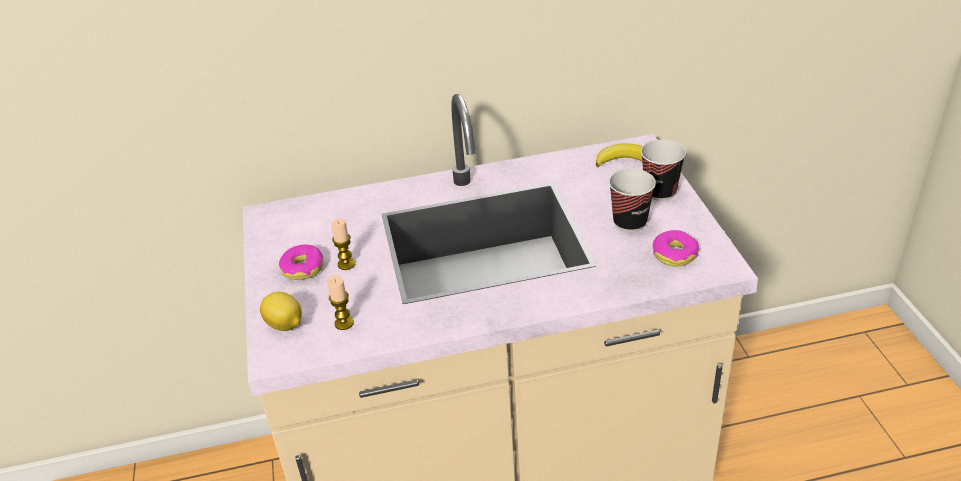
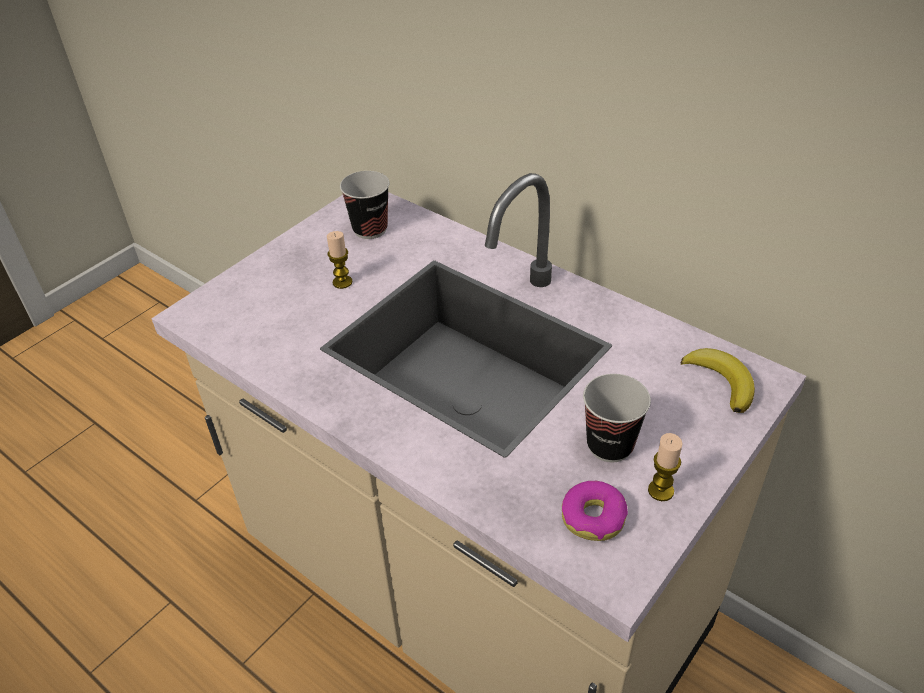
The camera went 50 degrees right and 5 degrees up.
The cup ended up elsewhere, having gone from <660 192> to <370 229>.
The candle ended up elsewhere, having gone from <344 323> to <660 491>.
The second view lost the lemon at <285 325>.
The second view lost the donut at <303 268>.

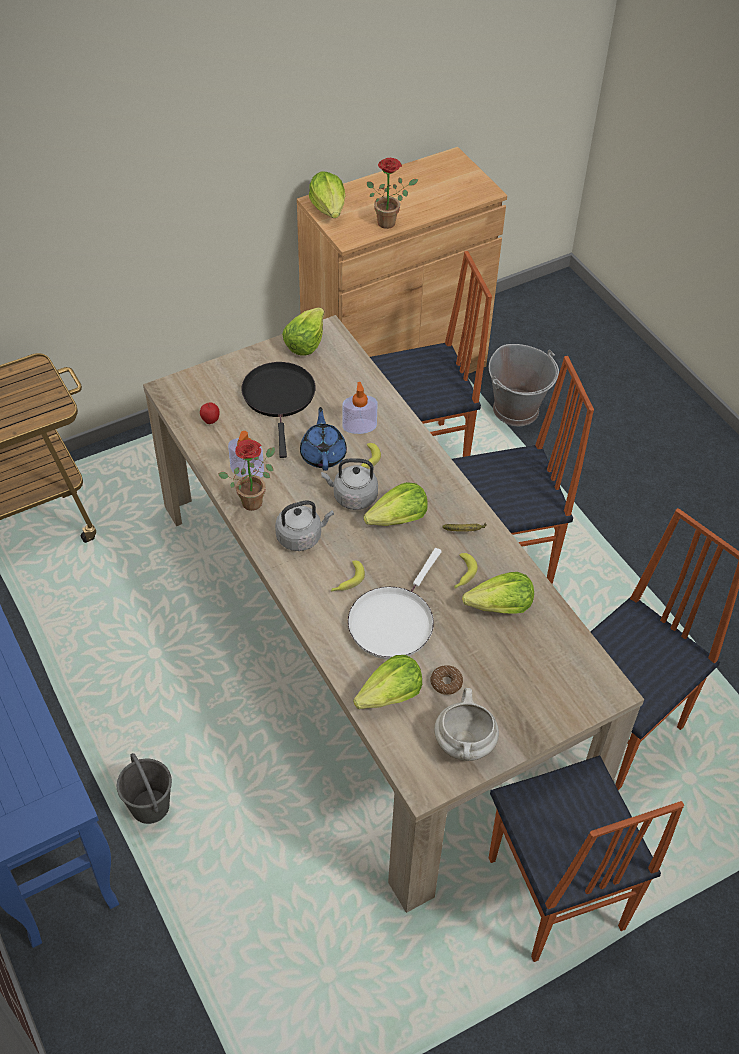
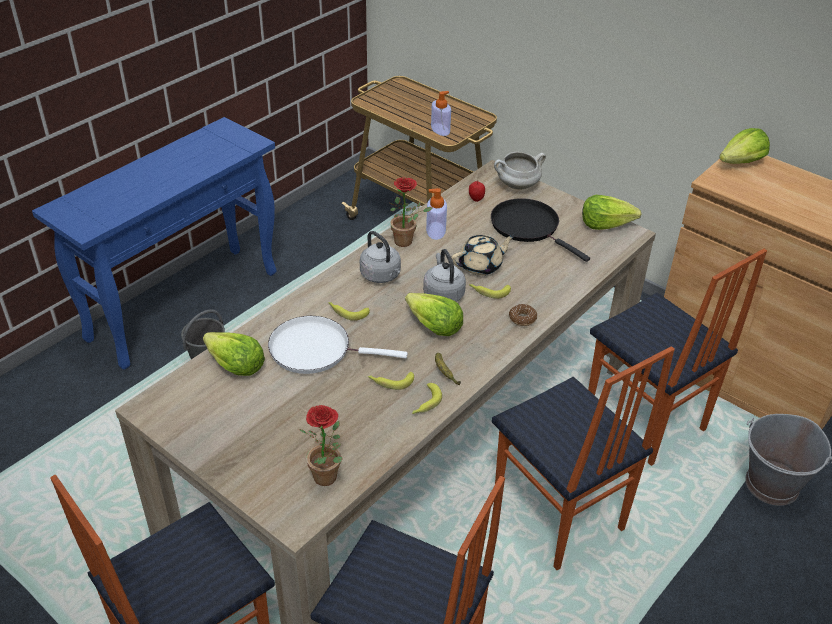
The camera went 70 degrees right and 10 degrees down.
The potted plant ended up elsewhere, having gone from <390 222> to <329 479>.
The second view gained the banana at <425 403>.
The soap dispenser ended up elsewhere, having gone from <359 426> to <440 129>.
What was the teapot in blue at <323 454> turned into the teapot in beige at <481 266>.
The frying pan in black at <279 398> ended up facing another way, 105 degrees counterclockwise from before.
The cooking pot in white ended up elsewhere, having gone from <465 744> to <517 186>.
The donut ended up elsewhere, having gone from <446 683> to <522 318>.
The second view lost the lettuce at <500 607>.

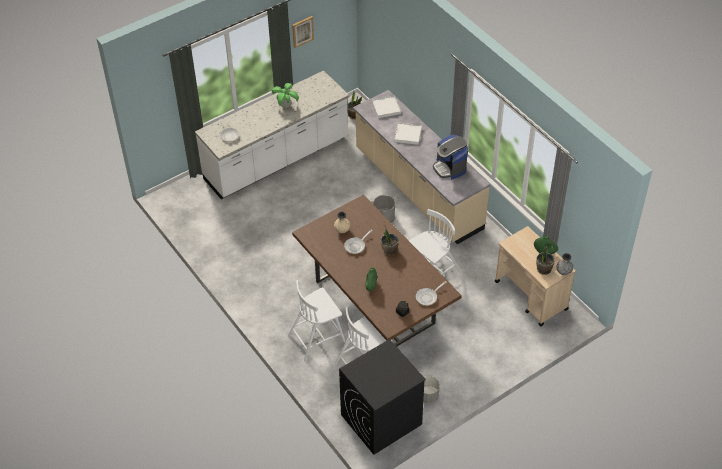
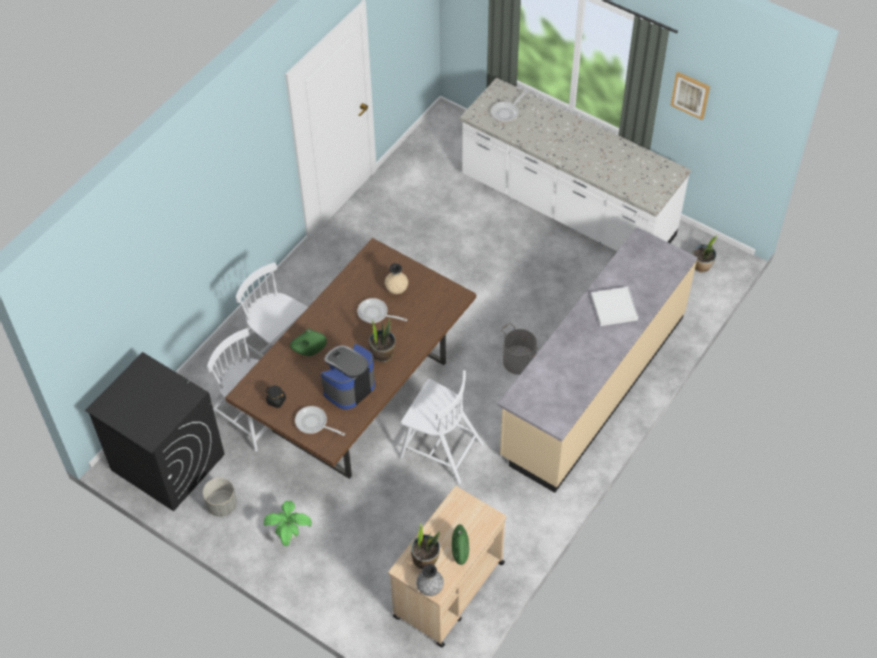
The camera went 70 degrees right and 5 degrees up.
The potted plant ended up elsewhere, having gone from <286 106> to <289 535>.
The coffee machine ended up elsewhere, having gone from <450 168> to <348 387>.
The second view lost the tray in white at <386 108>.

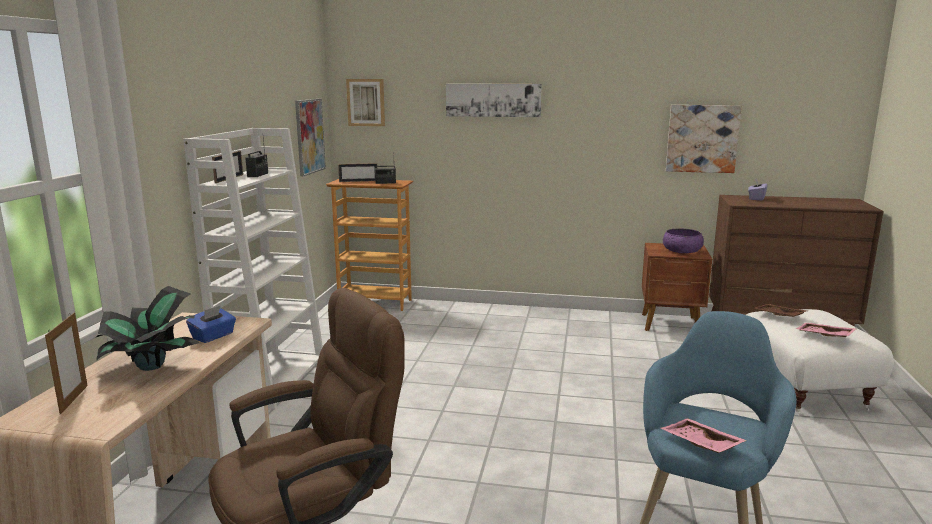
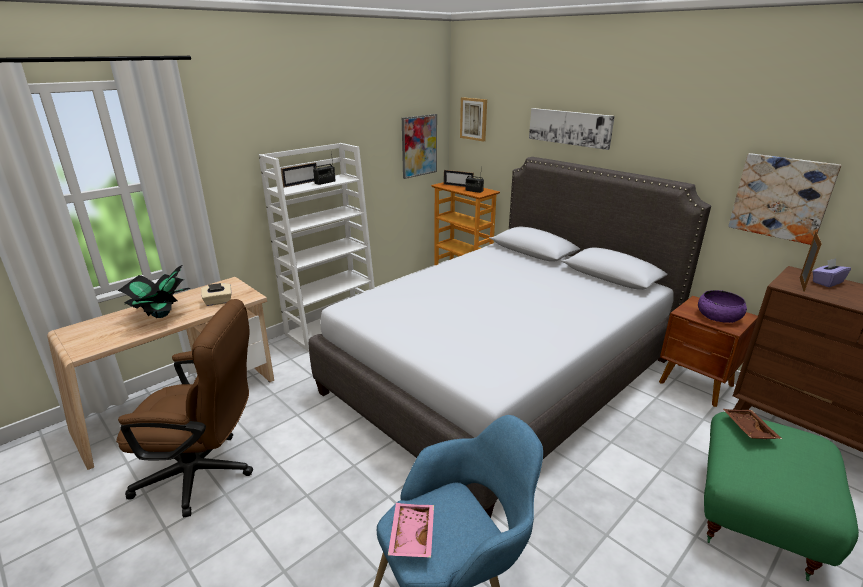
The camera went 35 degrees right and 10 degrees up.
What was the tissue box in blue at <213 336> turned into the tissue box in beige at <218 302>.
The second view gained the bed in grey at <501 375>.
What was the ottoman in white at <805 389> turned into the ottoman in green at <758 518>.
The picture frame ended up elsewhere, having gone from <74 399> to <801 284>.
The second view lost the tray in pink at <824 336>.

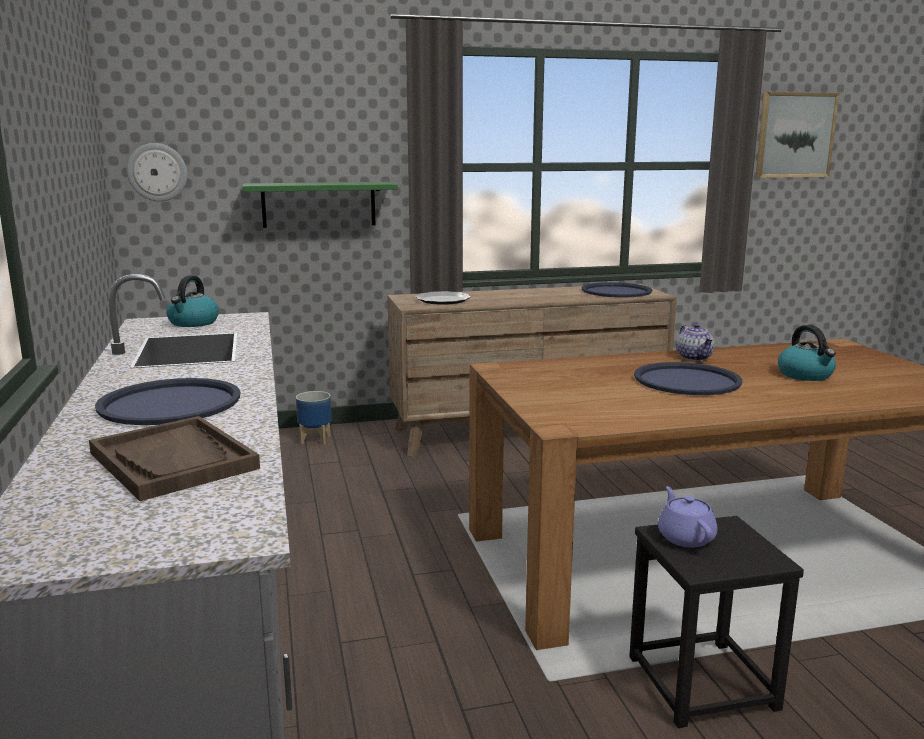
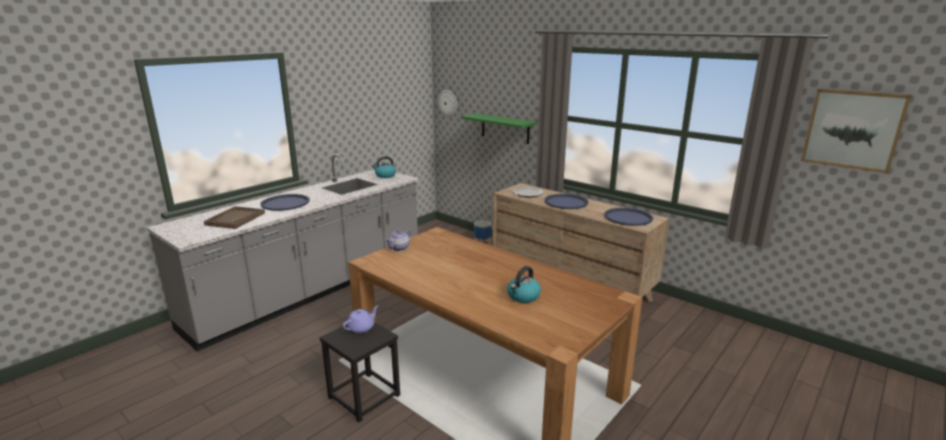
The camera went 55 degrees right and 5 degrees up.
The teapot ended up elsewhere, having gone from <695 358> to <399 248>.
The tray in blue ended up elsewhere, having gone from <687 381> to <566 202>.

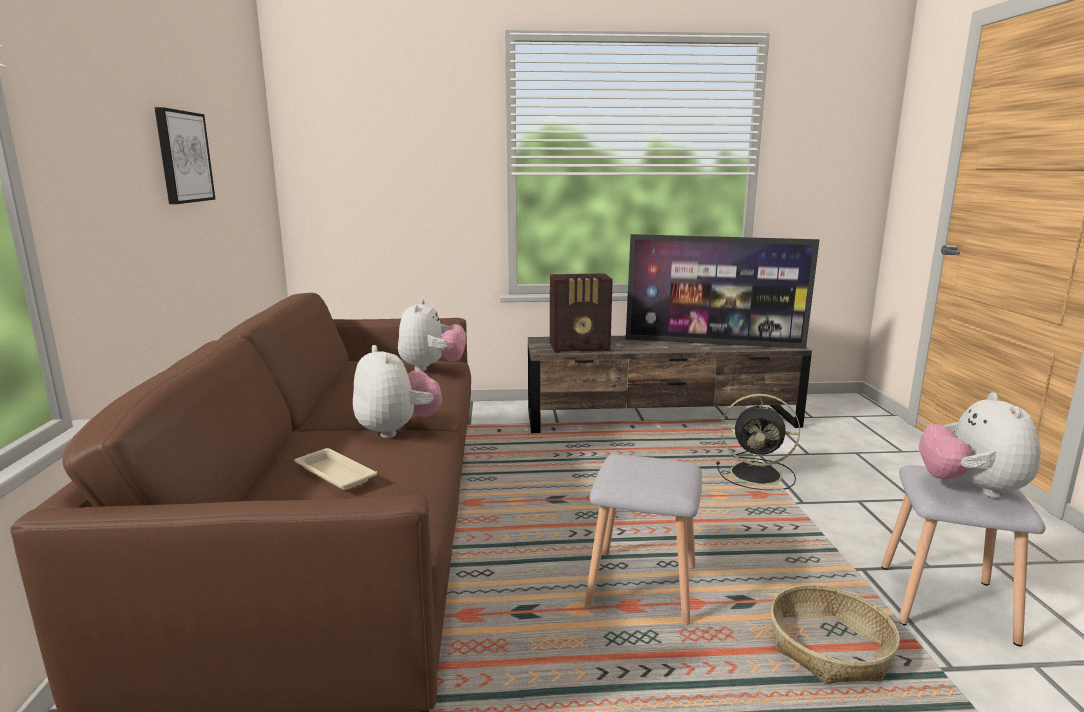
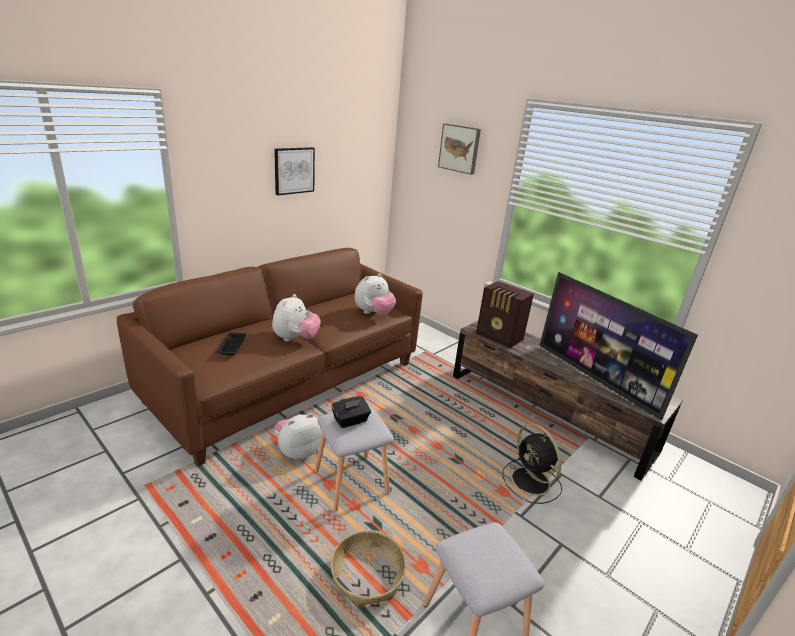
The camera went 45 degrees right and 10 degrees up.
What was the tray in beige at <334 474> turned into the tray in black at <232 346>.
The plush toy ended up elsewhere, having gone from <971 489> to <297 451>.
The second view gained the tissue box in black at <350 420>.
The second view gained the picture at <460 148>.

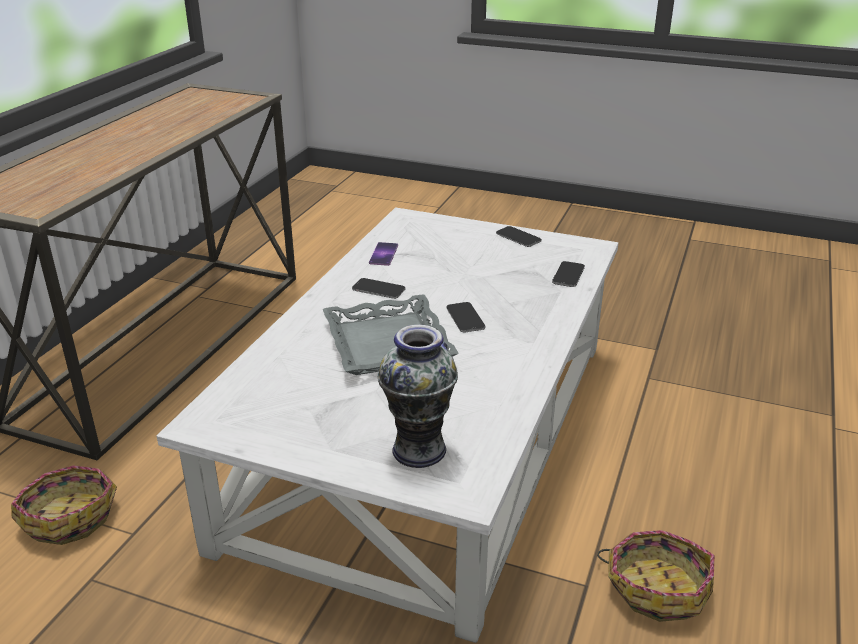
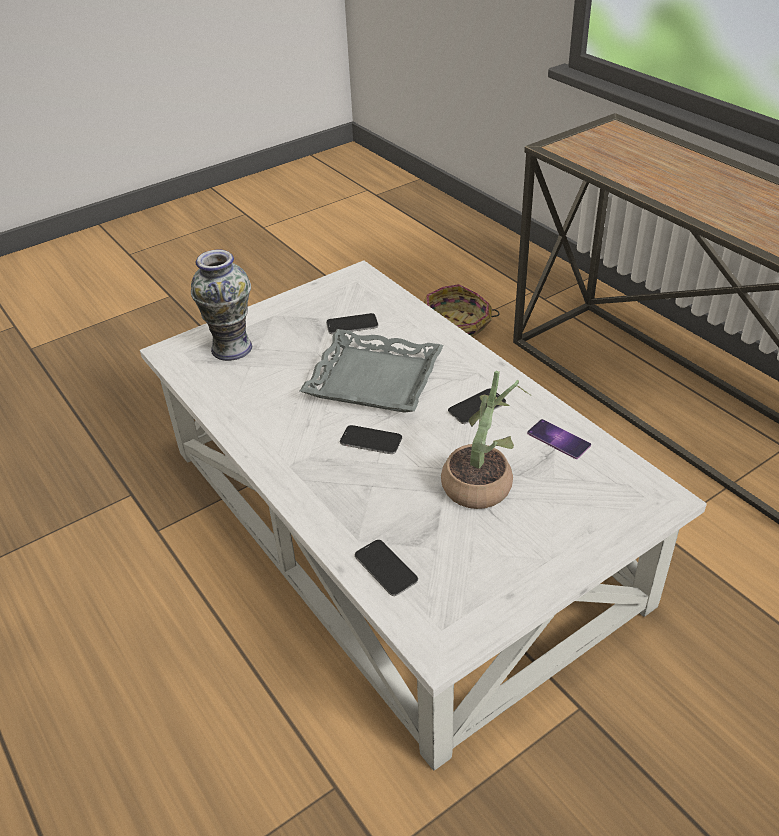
The camera went 125 degrees right and 10 degrees up.
The phone ended up elsewhere, having gone from <518 237> to <352 325>.
The second view gained the potted plant at <482 482>.
The second view lost the basket at <656 587>.

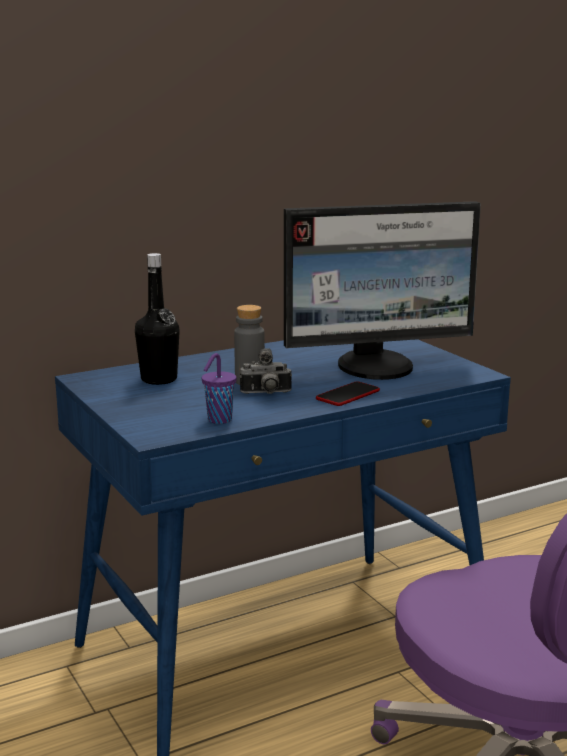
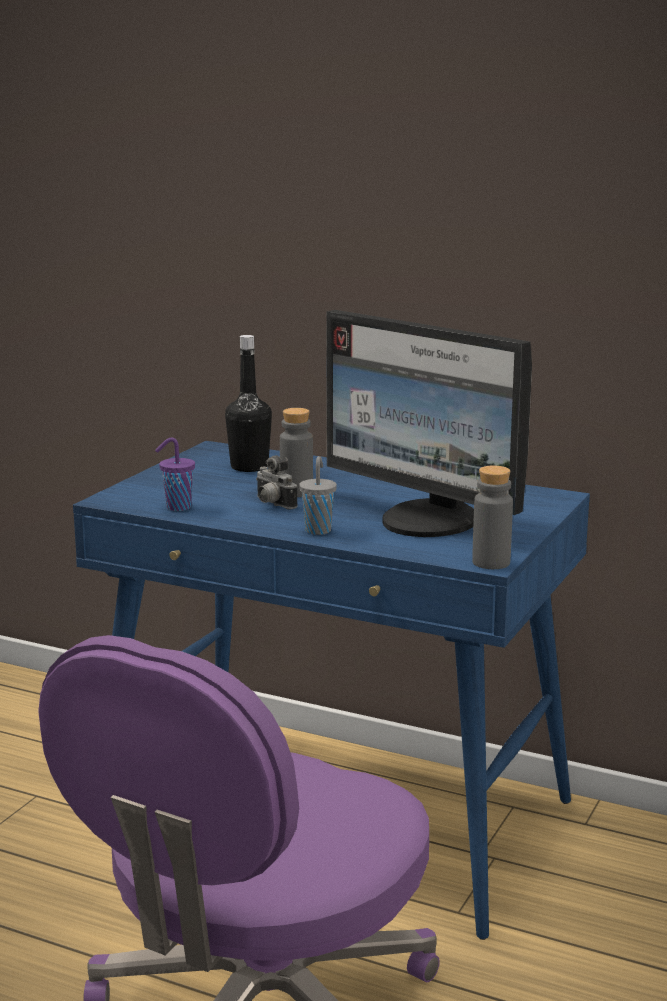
The camera went 55 degrees right and 0 degrees up.
Where the phone stood at <348 395>, the cup in grey came to stand at <318 530>.
The second view gained the bottle in grey at <491 563>.

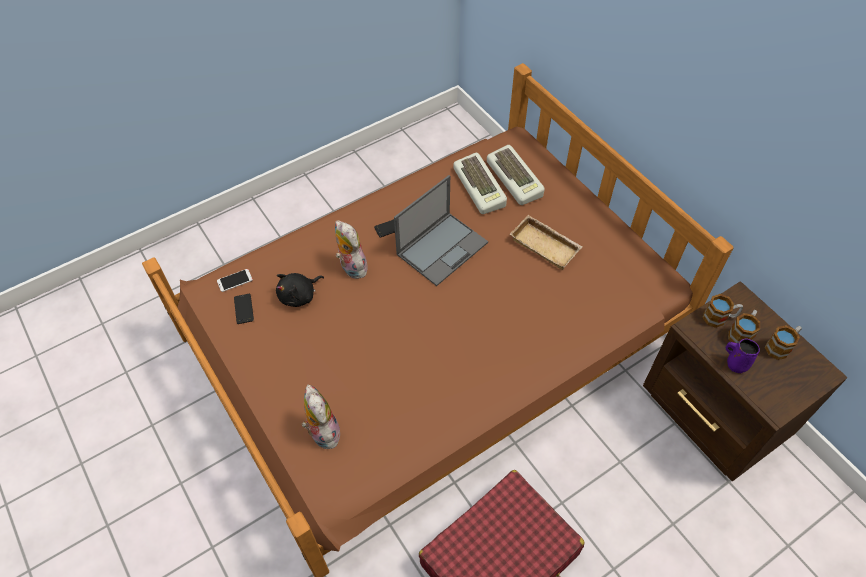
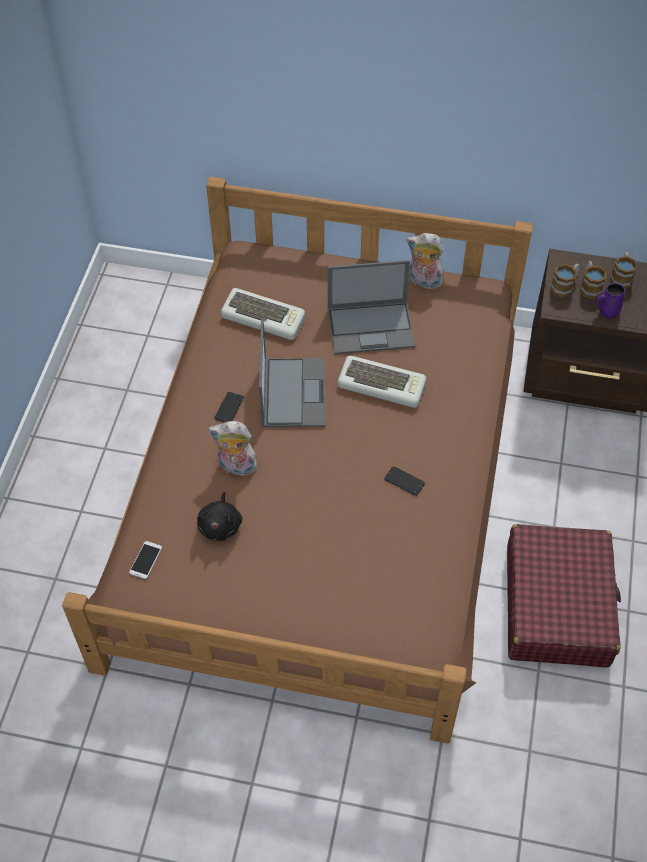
The camera went 45 degrees left and 0 degrees up.
Where the tray in beige stood at <546 245>, the laptop came to stand at <371 327>.
The keyboard ended up elsewhere, having gone from <516 179> to <383 385>.
The phone ended up elsewhere, having gone from <243 309> to <404 481>.
The plush toy ended up elsewhere, having gone from <322 432> to <423 281>.

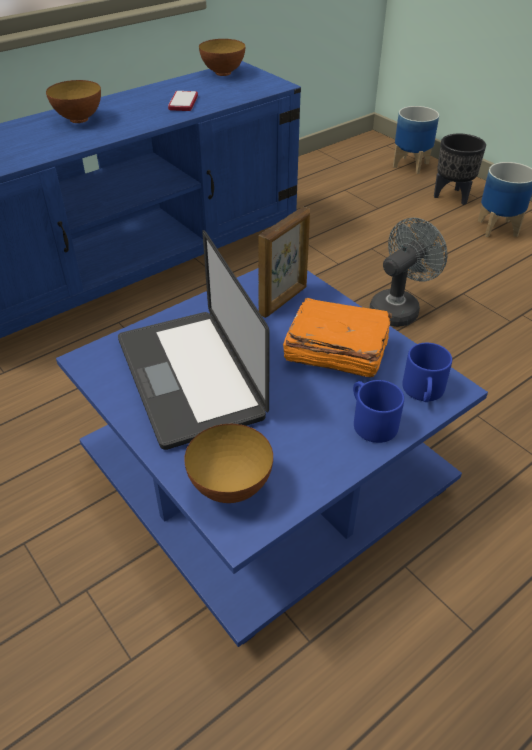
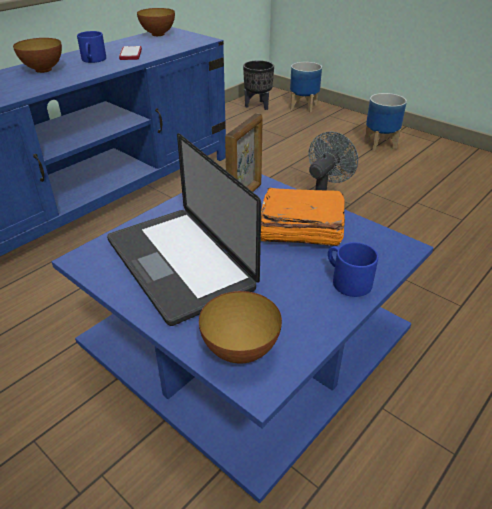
The camera went 10 degrees left and 5 degrees down.
The mug in blue ended up elsewhere, having gone from <424 392> to <93 60>.
The planter in black ended up elsewhere, having gone from <452 196> to <258 105>.

